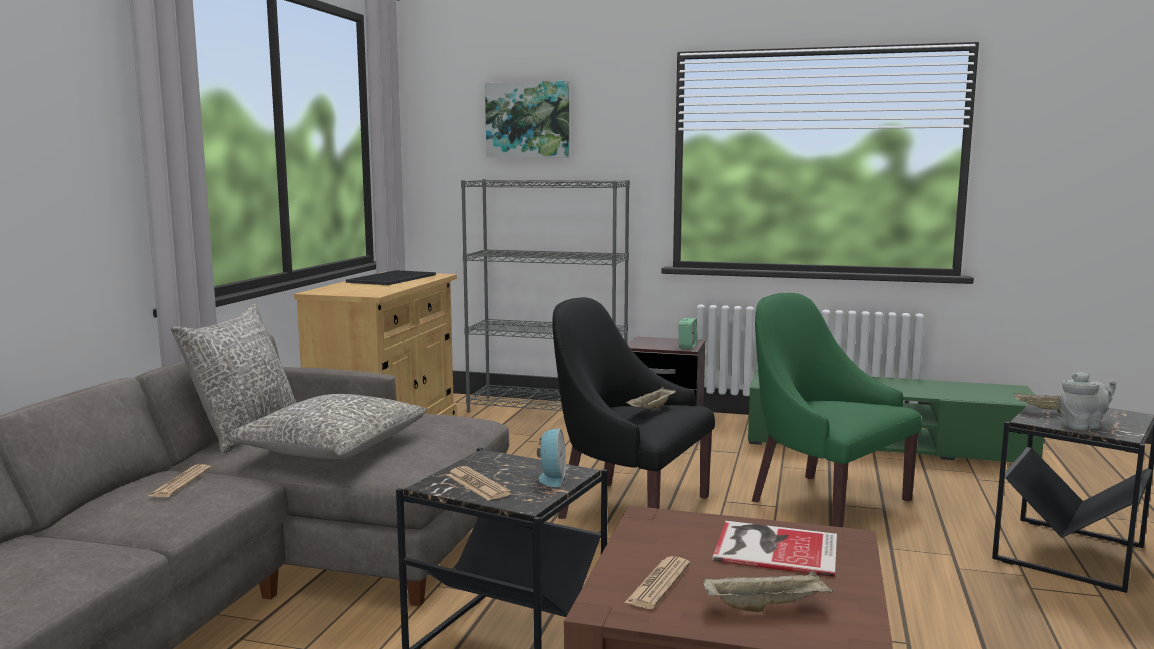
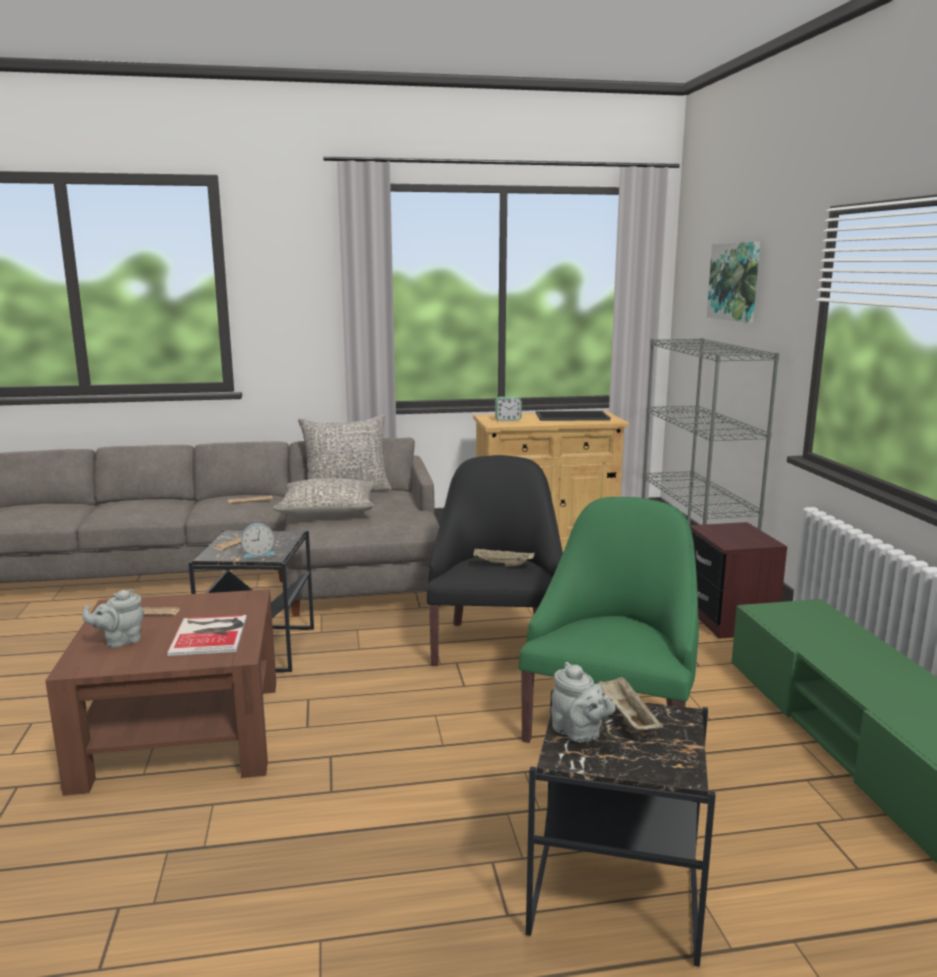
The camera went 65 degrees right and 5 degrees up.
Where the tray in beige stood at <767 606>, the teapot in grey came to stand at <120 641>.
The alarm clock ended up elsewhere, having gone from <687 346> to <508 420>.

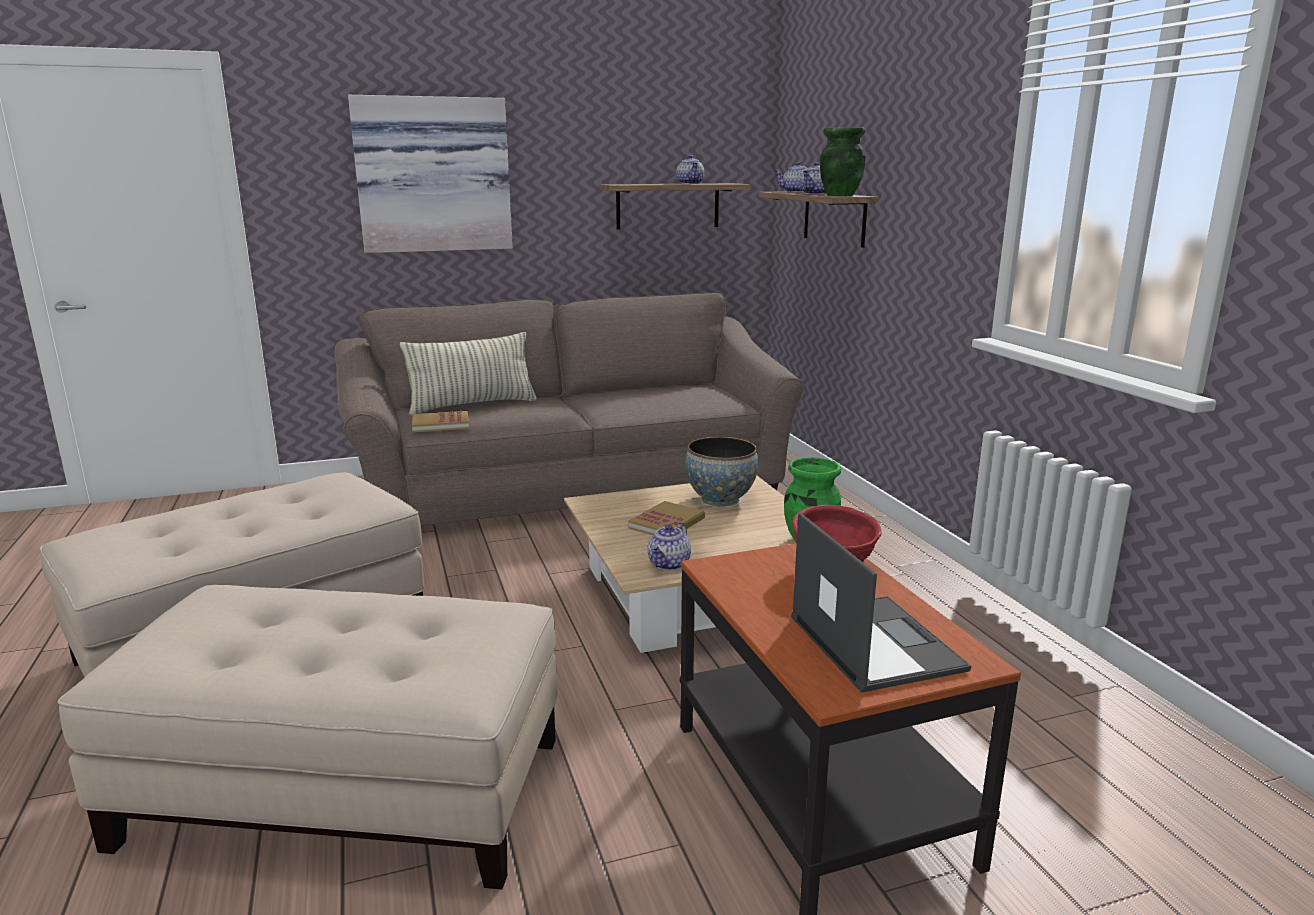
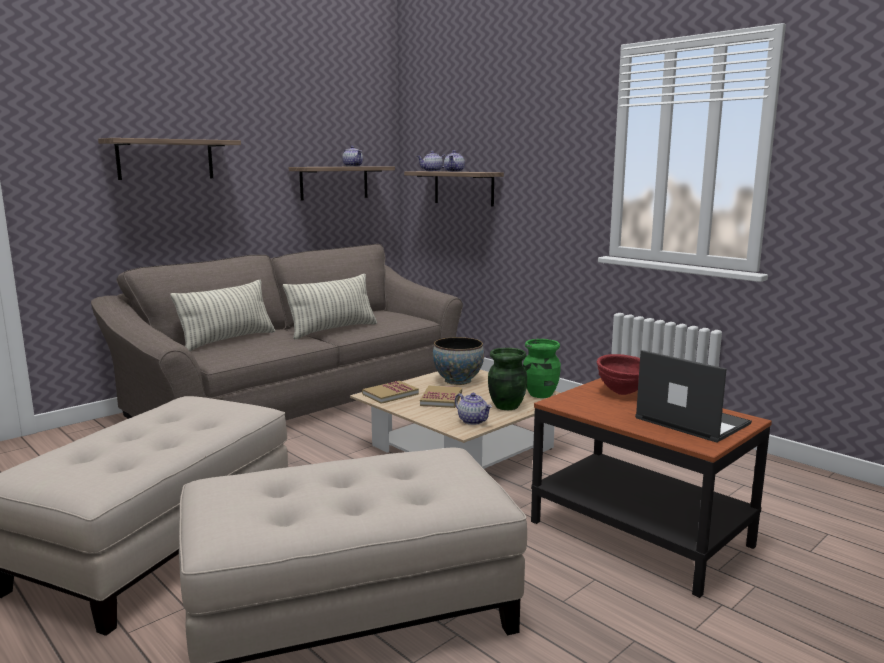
The camera went 25 degrees left and 5 degrees down.
Where the picture hung at <433 175>, the shelf came to hang at <165 159>.
The second view gained the pillow at <333 330>.
The book ended up elsewhere, having gone from <441 424> to <390 394>.
The teapot at <669 564> ended up facing another way, 45 degrees counterclockwise from before.
The vase in green ended up elsewhere, having gone from <839 195> to <506 406>.

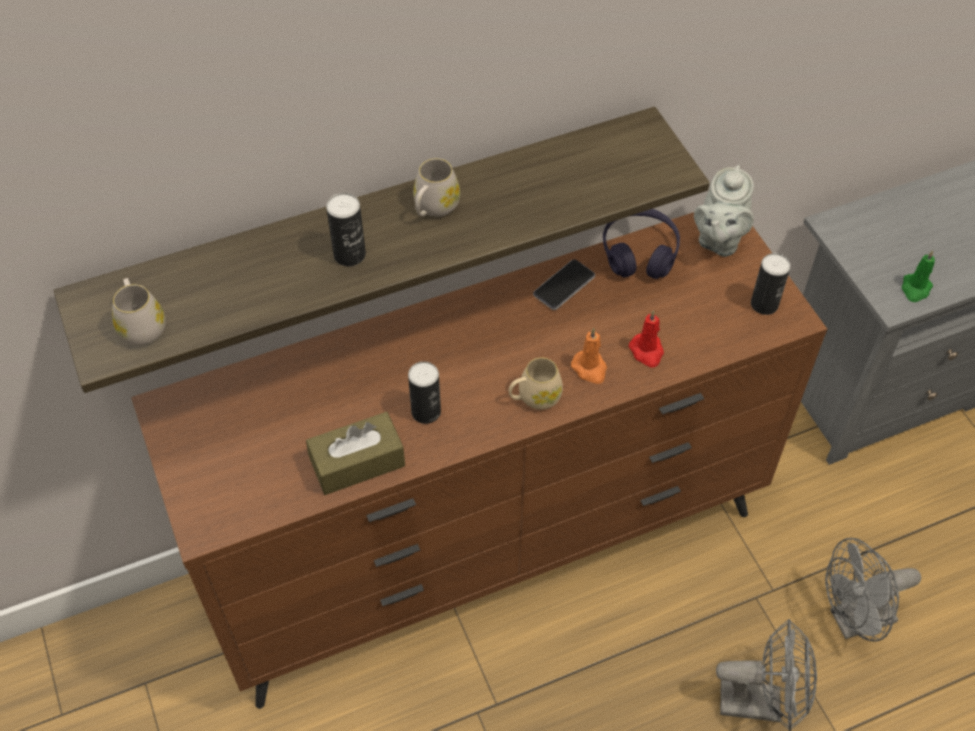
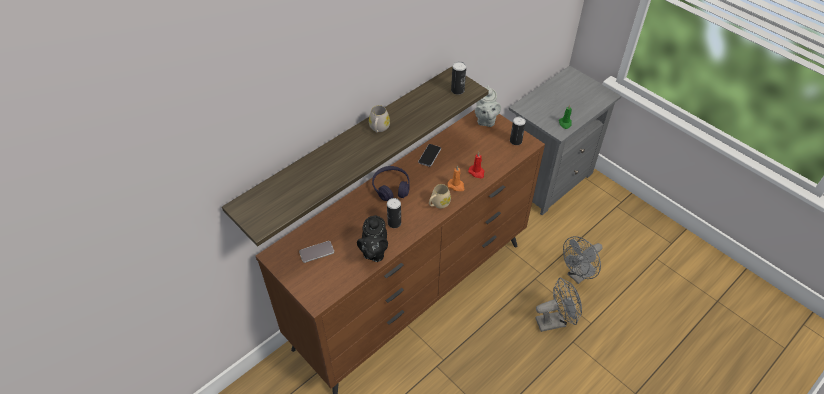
The camera went 20 degrees left and 5 degrees down.
The second view gained the phone at <316 252>.
Where the tissue box in brown stood at <357 463>, the teapot in black came to stand at <374 252>.
The headphones in purple ended up elsewhere, having gone from <639 252> to <391 188>.
The can ended up elsewhere, having gone from <349 254> to <457 90>.
The second view lost the mug in white at <141 325>.

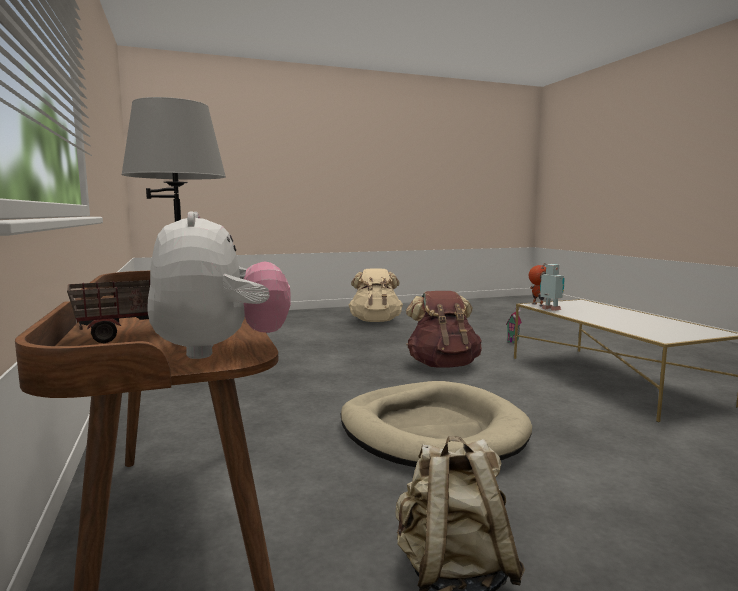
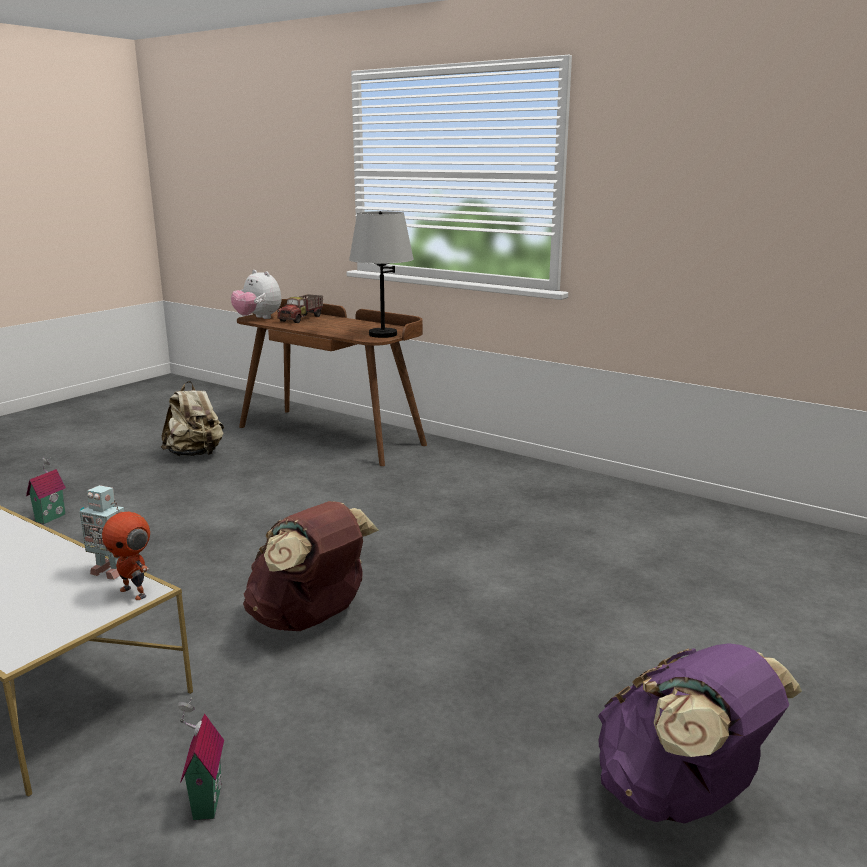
The camera went 145 degrees right and 10 degrees up.
The second view gained the toy house at <49 517>.
What was the backpack in beige at <375 321> turned into the backpack in purple at <680 796>.
The second view lost the dog bed in beige at <431 431>.

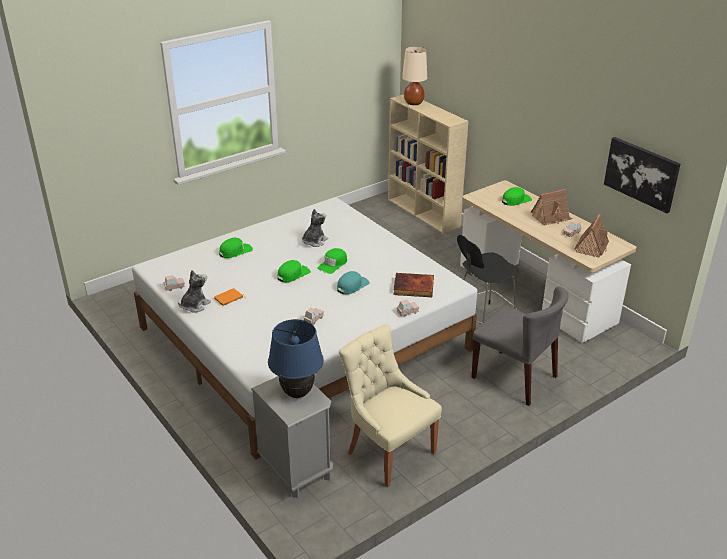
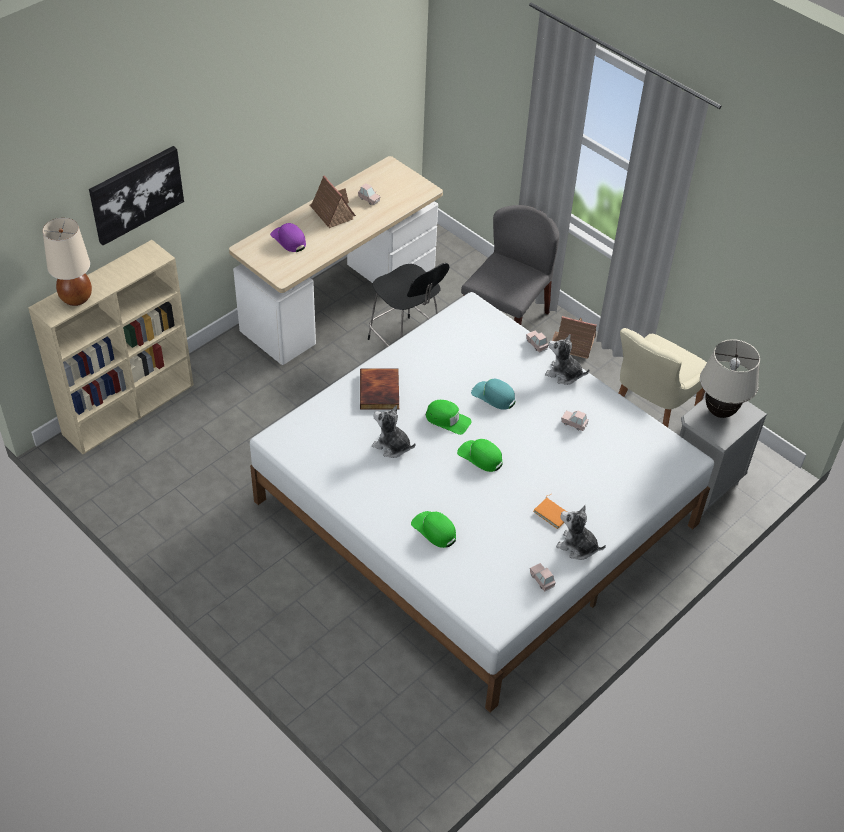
The camera went 100 degrees left and 15 degrees up.
The picture ended up elsewhere, having gone from <641 173> to <136 194>.
What was the cap in green at <516 200> turned into the cap in purple at <289 240>.
The book ended up elsewhere, having gone from <413 288> to <380 391>.
The second view gained the plush toy at <564 374>.
The toy house ended up elsewhere, having gone from <591 247> to <572 345>.
What was the table lamp in blue at <297 393> turned into the table lamp in beige at <719 412>.

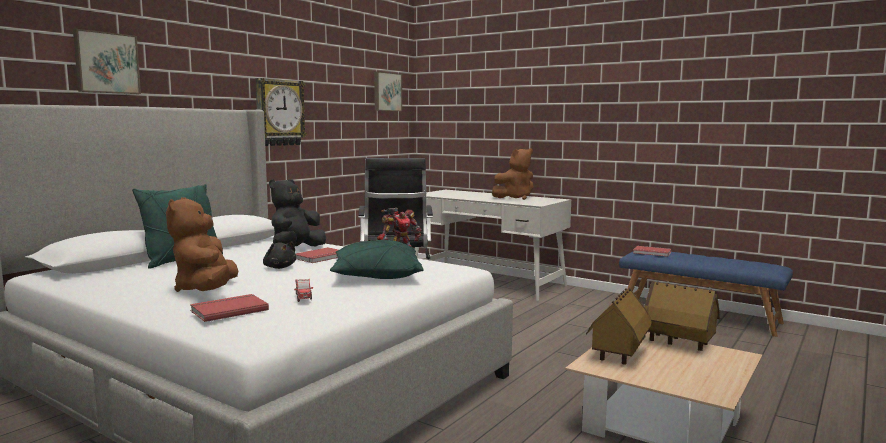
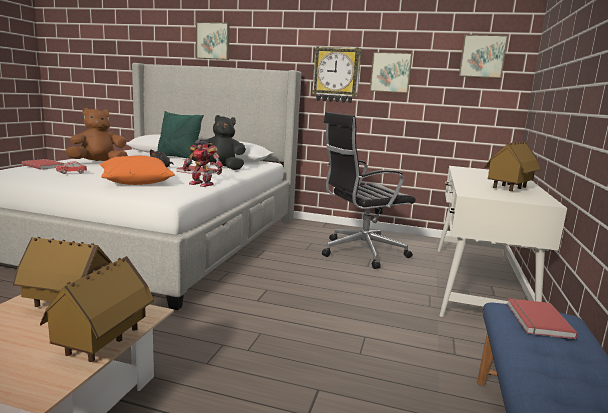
The camera went 70 degrees right and 5 degrees up.
What was the pillow in green at <376 276> turned into the pillow in orange at <135 182>.
The second view gained the picture at <390 72>.
Where the plush toy in brown stood at <515 198>, the toy house came to stand at <509 188>.

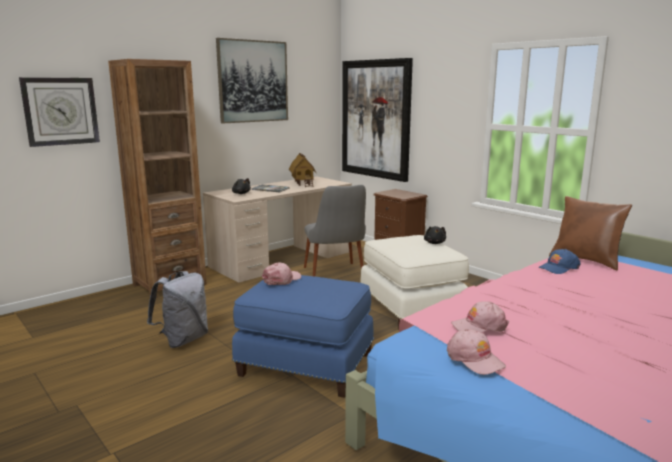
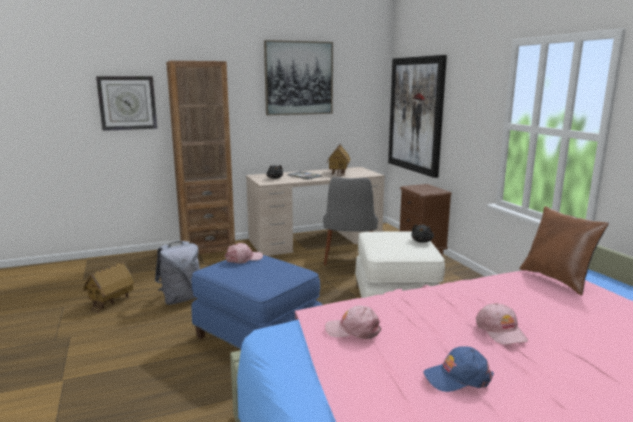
The camera went 20 degrees right and 0 degrees up.
The second view gained the toy house at <111 301>.
The cap in blue ended up elsewhere, having gone from <558 268> to <457 377>.
The cap in pink ended up elsewhere, having gone from <474 359> to <501 331>.

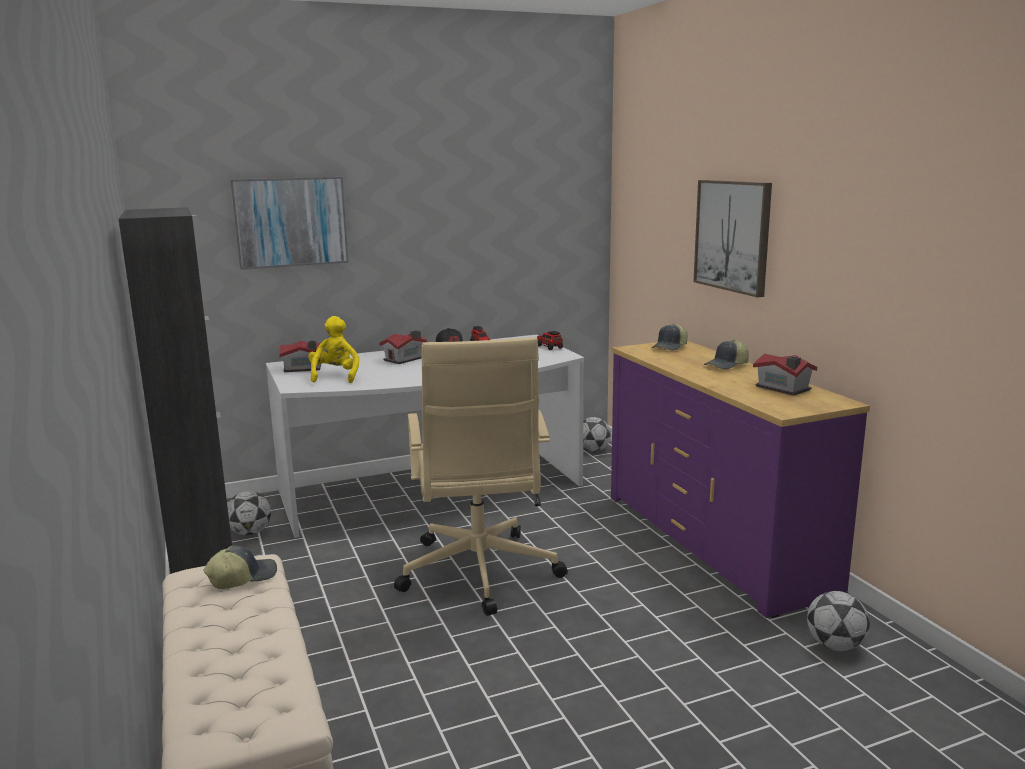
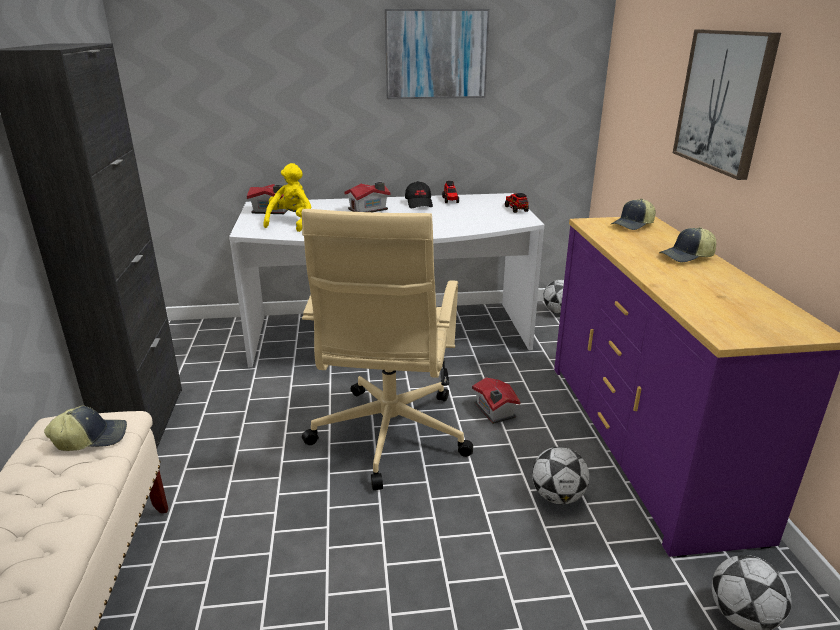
The camera went 15 degrees right and 10 degrees up.
The picture ended up elsewhere, having gone from <291 222> to <436 54>.
The toy house ended up elsewhere, having gone from <783 388> to <494 411>.
The football ended up elsewhere, having gone from <250 533> to <557 496>.

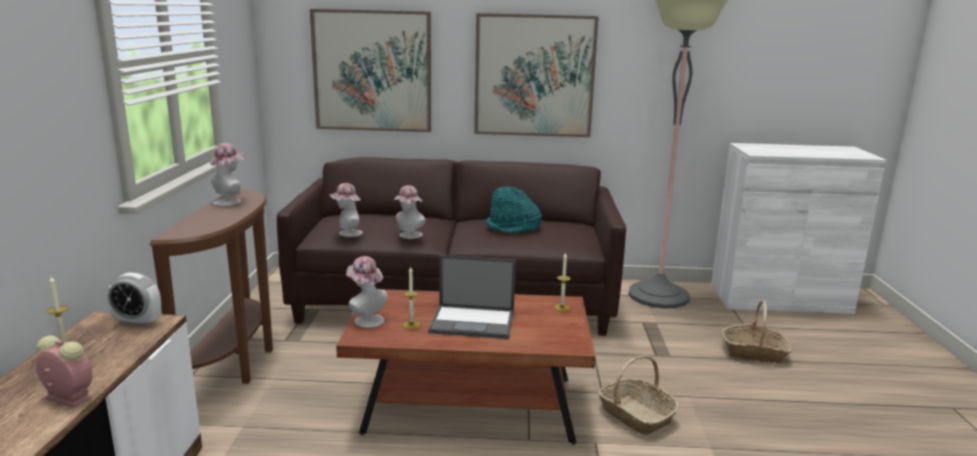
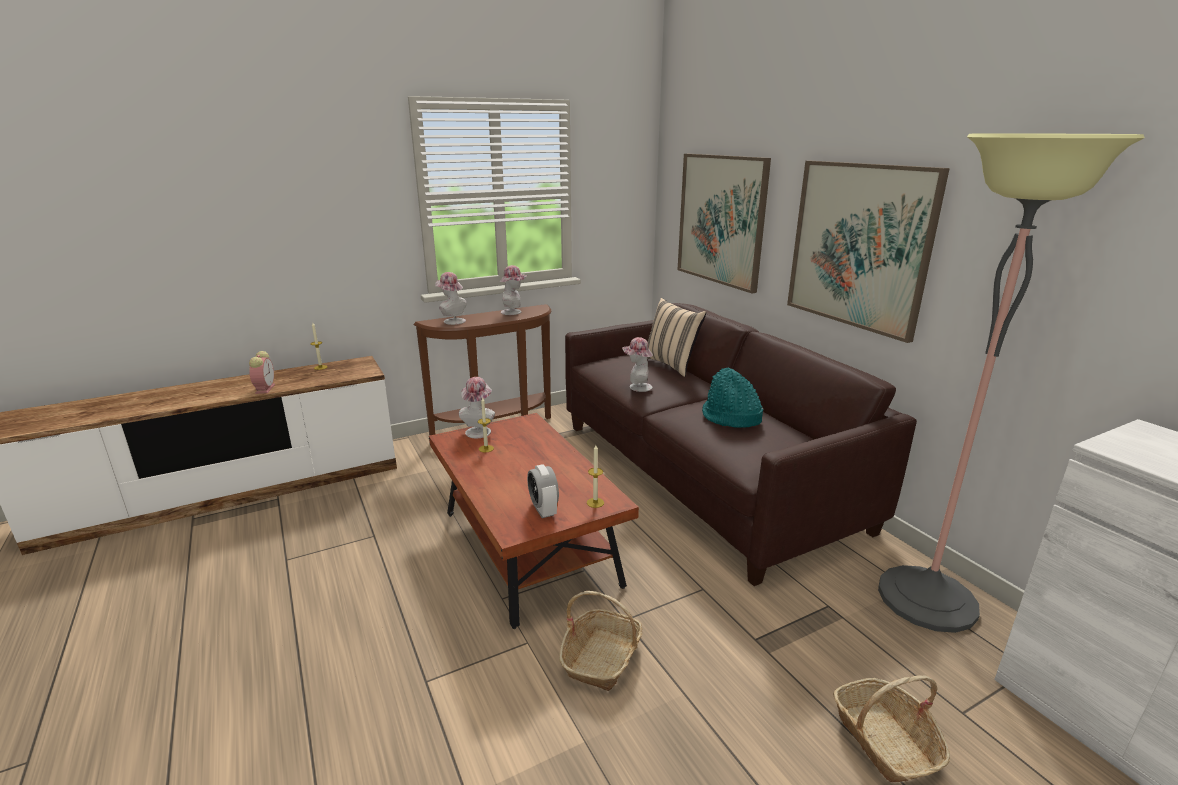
The camera went 60 degrees right and 5 degrees up.
The hat ended up elsewhere, having gone from <347 233> to <452 321>.
The alarm clock ended up elsewhere, having gone from <137 322> to <543 510>.
The second view gained the pillow in beige at <671 364>.
The second view lost the laptop at <473 322>.

